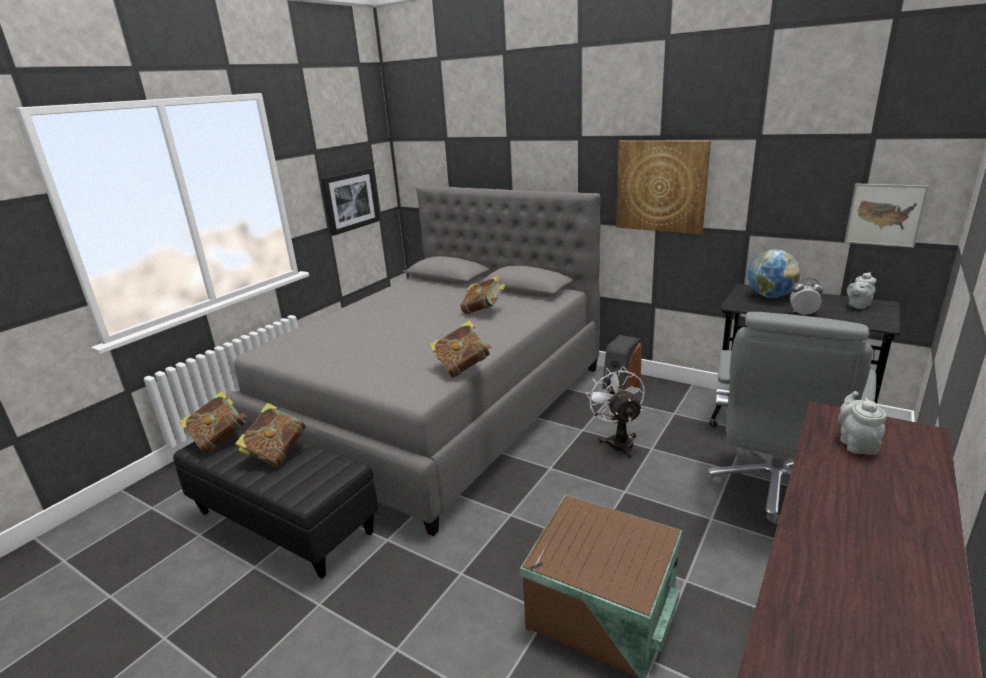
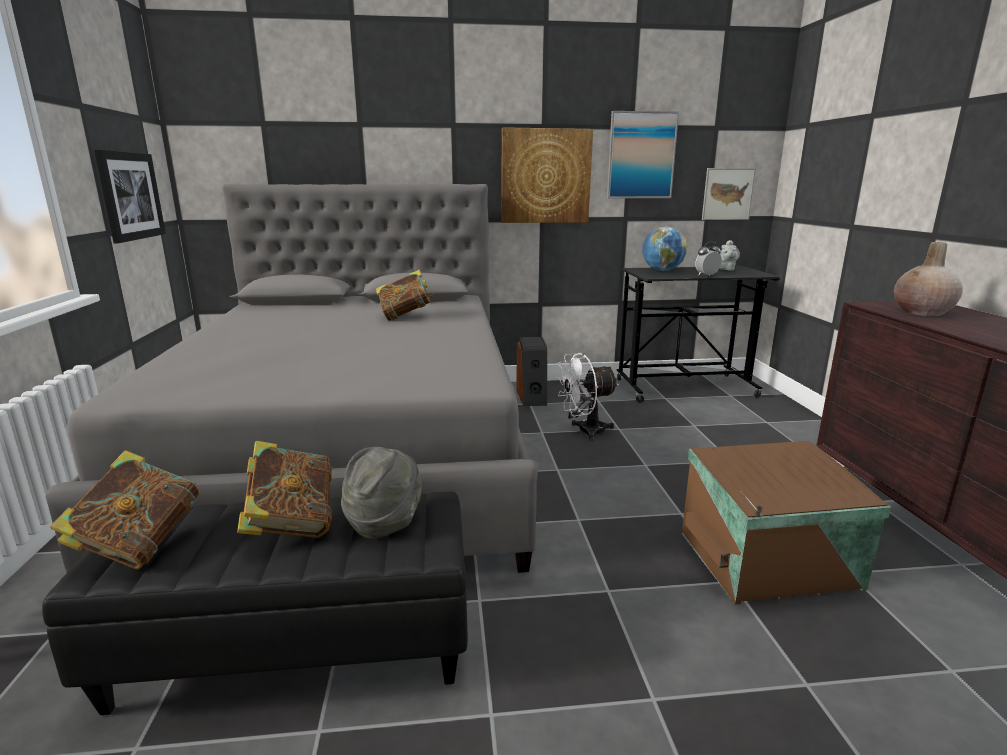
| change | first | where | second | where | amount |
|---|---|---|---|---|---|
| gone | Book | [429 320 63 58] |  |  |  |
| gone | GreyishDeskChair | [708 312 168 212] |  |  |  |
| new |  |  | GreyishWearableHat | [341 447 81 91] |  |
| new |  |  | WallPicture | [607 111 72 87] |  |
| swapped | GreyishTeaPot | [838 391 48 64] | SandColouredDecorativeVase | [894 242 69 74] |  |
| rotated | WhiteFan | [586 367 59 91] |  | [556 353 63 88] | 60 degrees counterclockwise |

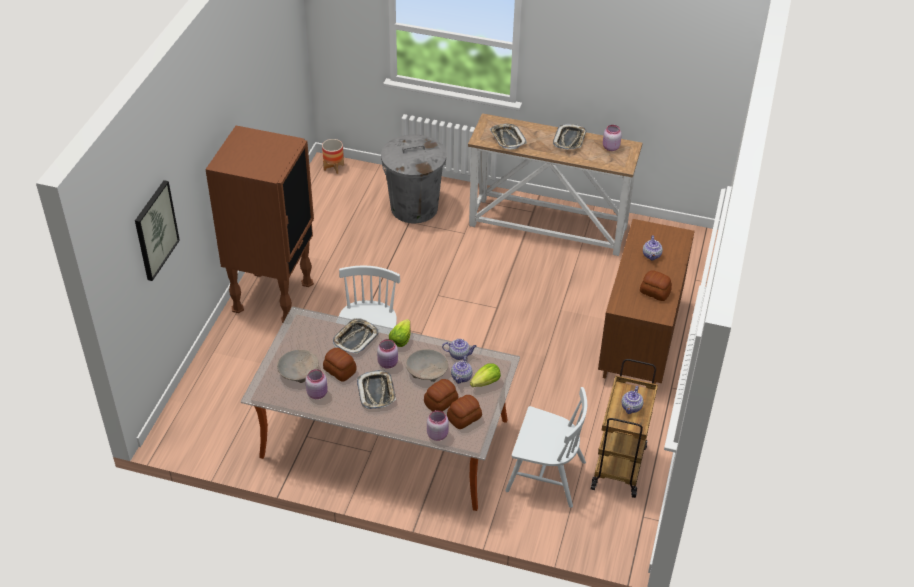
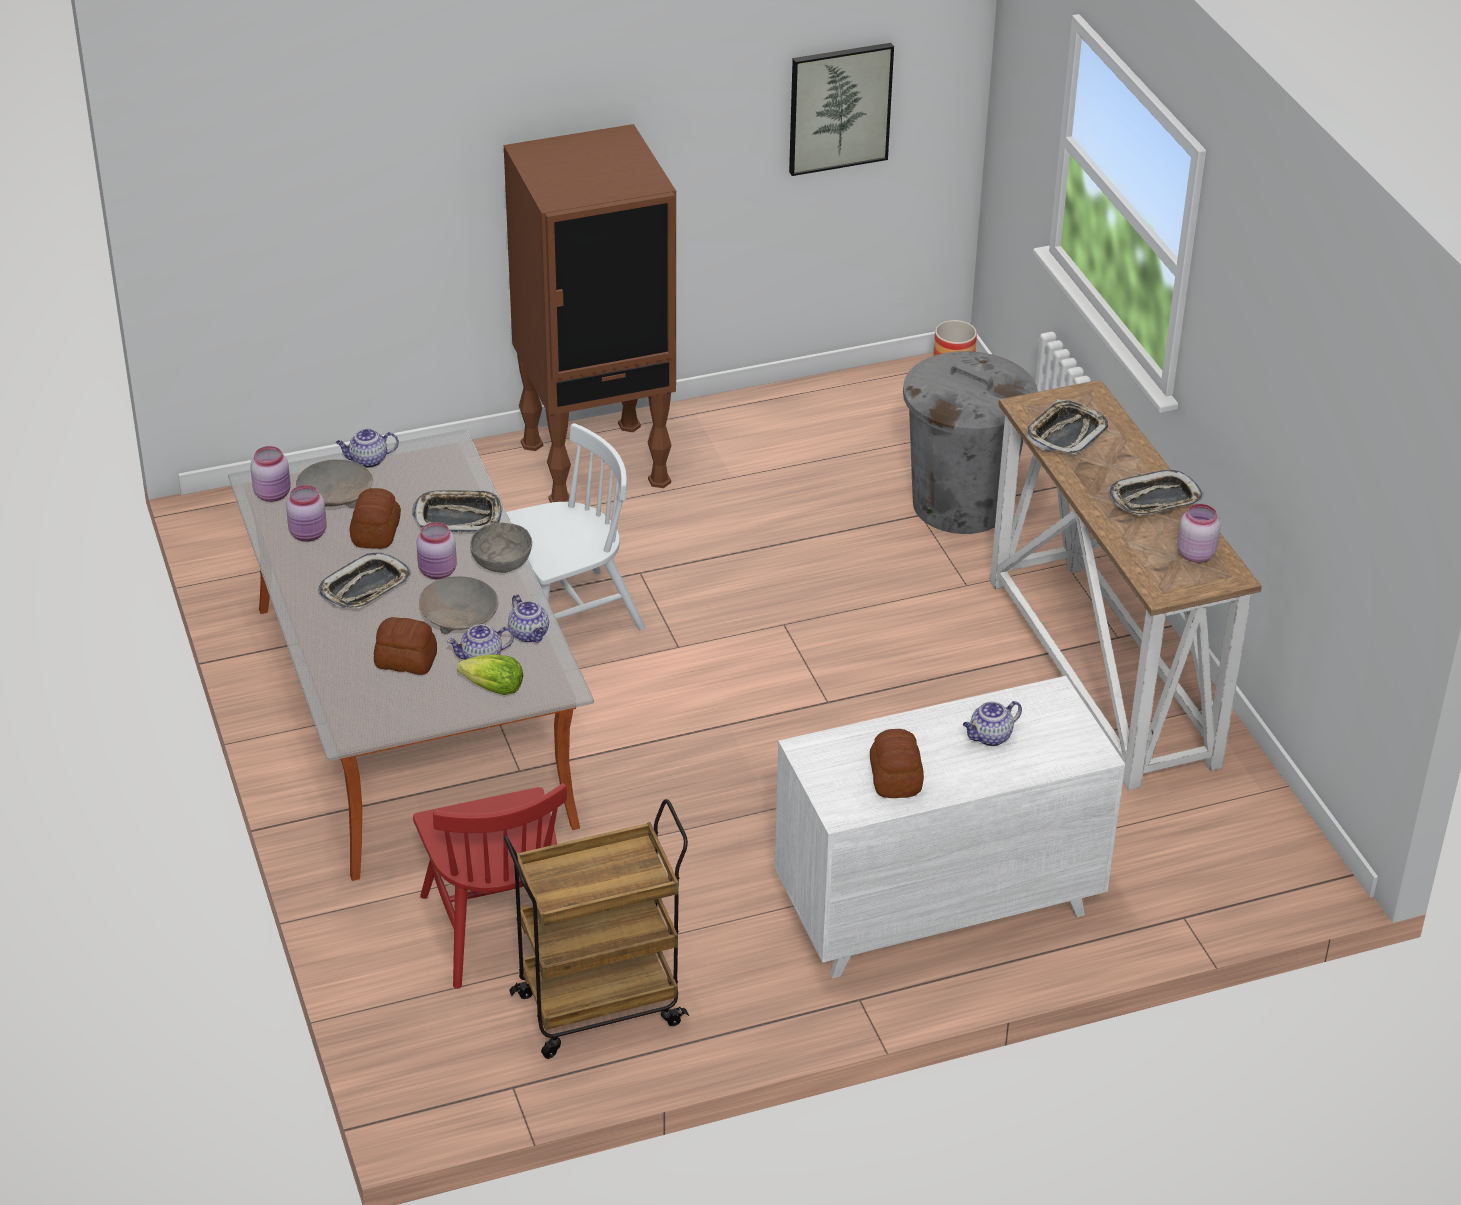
| change | first | where | second | where | amount |
|---|---|---|---|---|---|
| gone | BakedBread | [447 395 35 34] |  |  |  |
| shifted | WallPicture | [135 180 45 101] |  | [789 43 105 133] |  |
| shifted | PinkPreserveJar | [427 410 22 31] |  | [250 446 41 56] |  |
| shifted | TeaPot | [621 386 22 28] |  | [336 429 63 39] |  |
| swapped | LettuceHead | [389 319 22 28] | GreyishBowl | [470 522 62 51] |  |
| repainted | WhitePlainChair | [505 387 82 121] | ReddishPlainChair | [413 783 154 206] |  |
| repainted | BrownChestOfDrawers | [598 219 97 165] | WhiteChestOfDrawers | [774 676 351 303] |  |

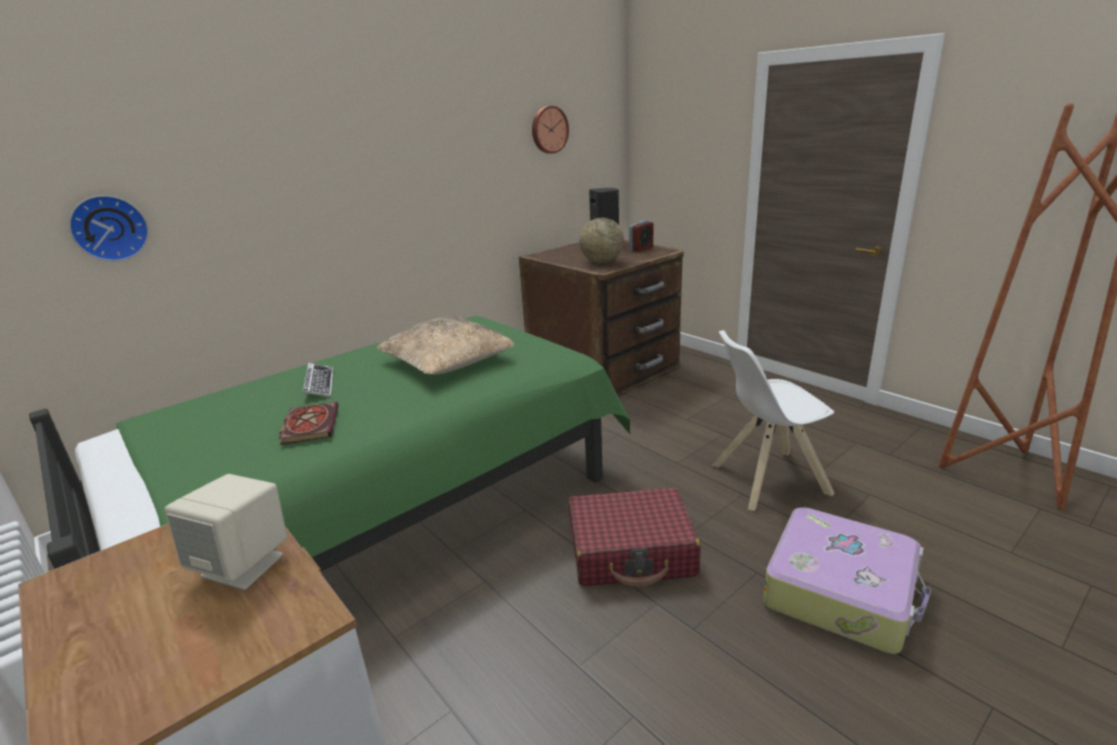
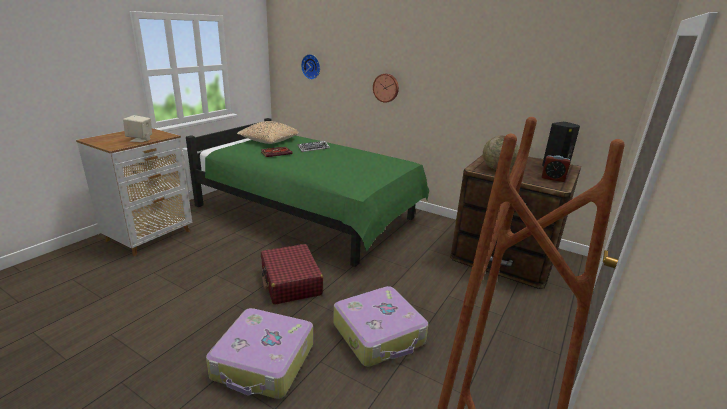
| change | first | where | second | where | amount |
|---|---|---|---|---|---|
| shifted | SandColouredPillow | [377 316 137 58] |  | [237 121 62 23] |  |
| shifted | ClockOnTheWall | [532 106 37 48] |  | [373 74 26 29] |  |
| swapped | WhitePlainChair | [712 330 122 181] | TravelCase | [333 286 96 81] |  |

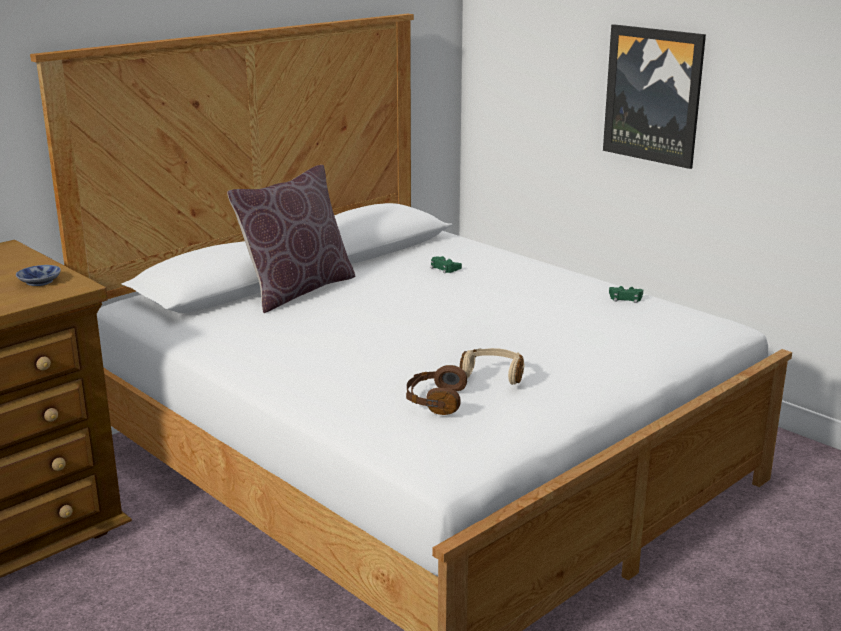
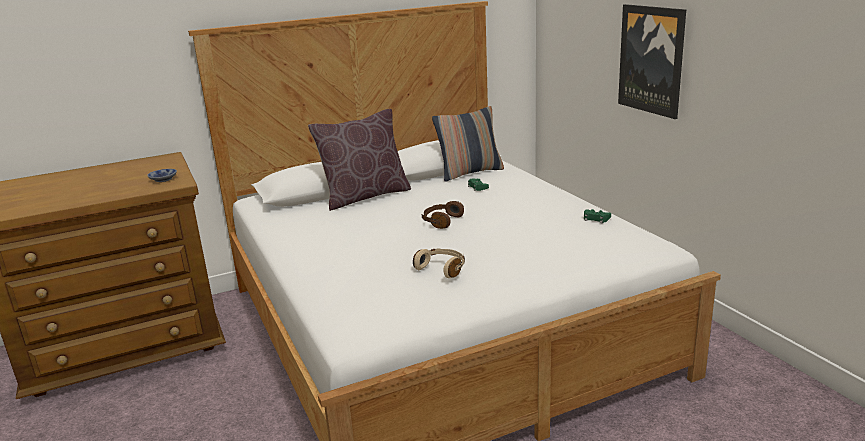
| change | first | where | second | where | amount |
|---|---|---|---|---|---|
| new |  |  | Pillow | [432 106 72 76] |  |
| shifted | BrownPairOfHeadphones | [406 365 61 50] |  | [422 201 42 28] |  |

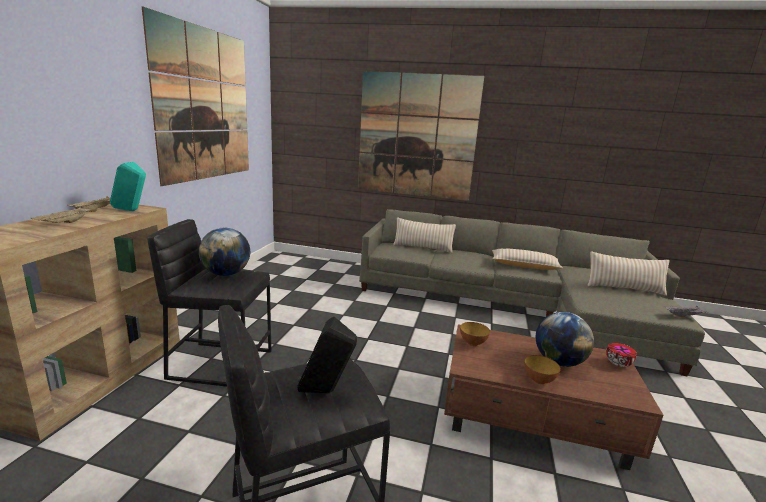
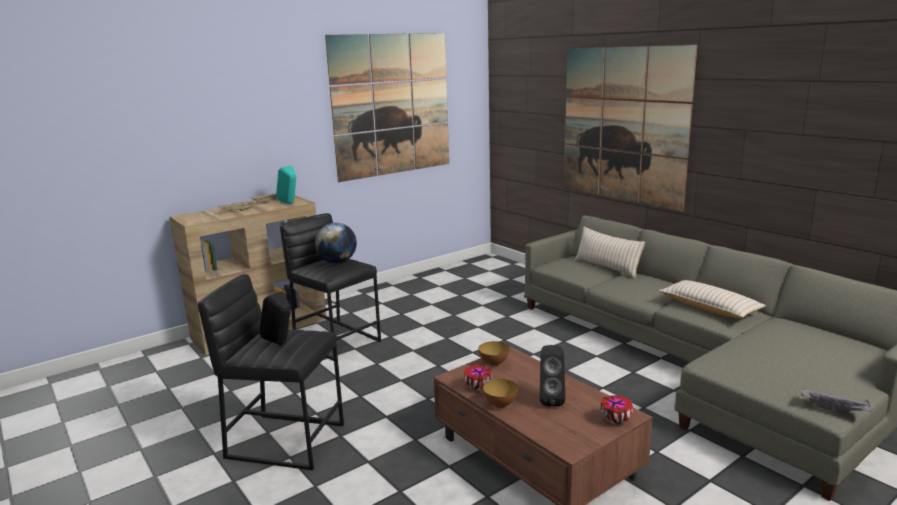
| change | first | where | second | where | amount |
|---|---|---|---|---|---|
| gone | SandColouredPillow | [587 251 82 45] |  |  |  |
| new |  |  | Bowl | [464 365 28 25] |  |
| swapped | Globe | [536 312 58 55] | BlackSpeaker | [540 345 25 61] |  |

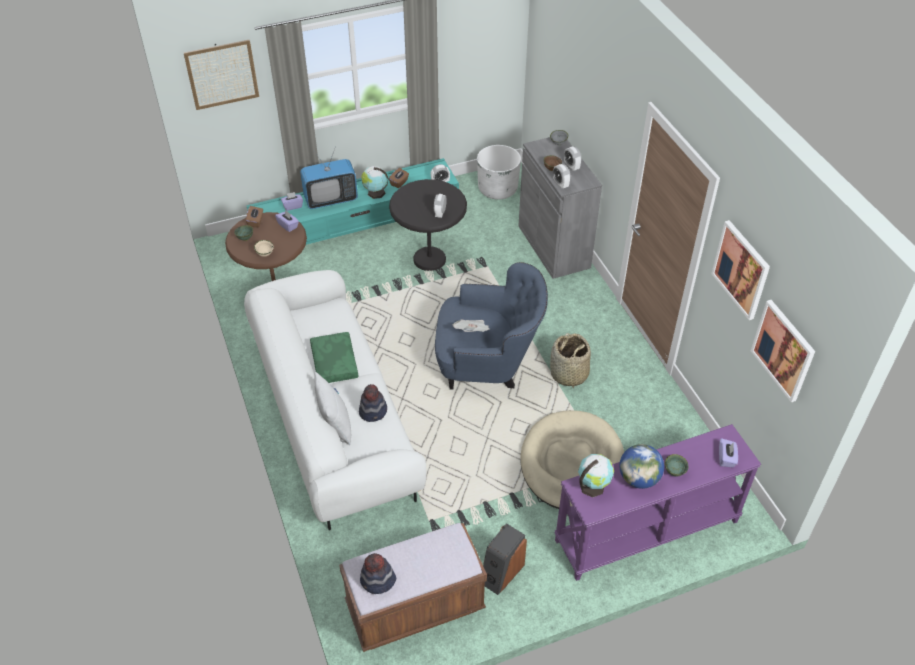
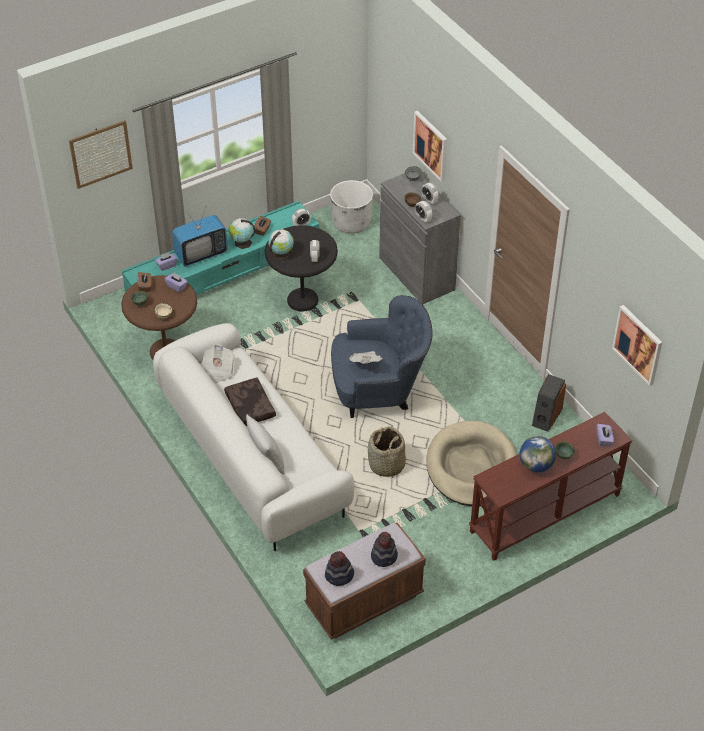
| change | first | where | second | where | amount |
|---|---|---|---|---|---|
| new |  |  | DailyPaper | [202 344 33 39] |  |
| shifted | WearableHat | [359 384 28 38] |  | [371 532 27 35] |  |
| shifted | Speaker | [483 523 44 72] |  | [532 374 34 58] |  |
| shifted | HouseholdBasket | [550 333 41 55] |  | [368 426 38 52] |  |
| shifted | Globe | [578 454 37 44] |  | [268 229 26 33] |  |
| shifted | WallPicture | [711 220 59 100] |  | [413 111 34 71] |  |
| repainted | GreenPillow | [310 332 48 51] | BrownPillow | [224 378 52 48] |  |
| repainted | PurpleNarrowTable | [554 424 207 157] | BrownNarrowTable | [469 412 163 149] |  |

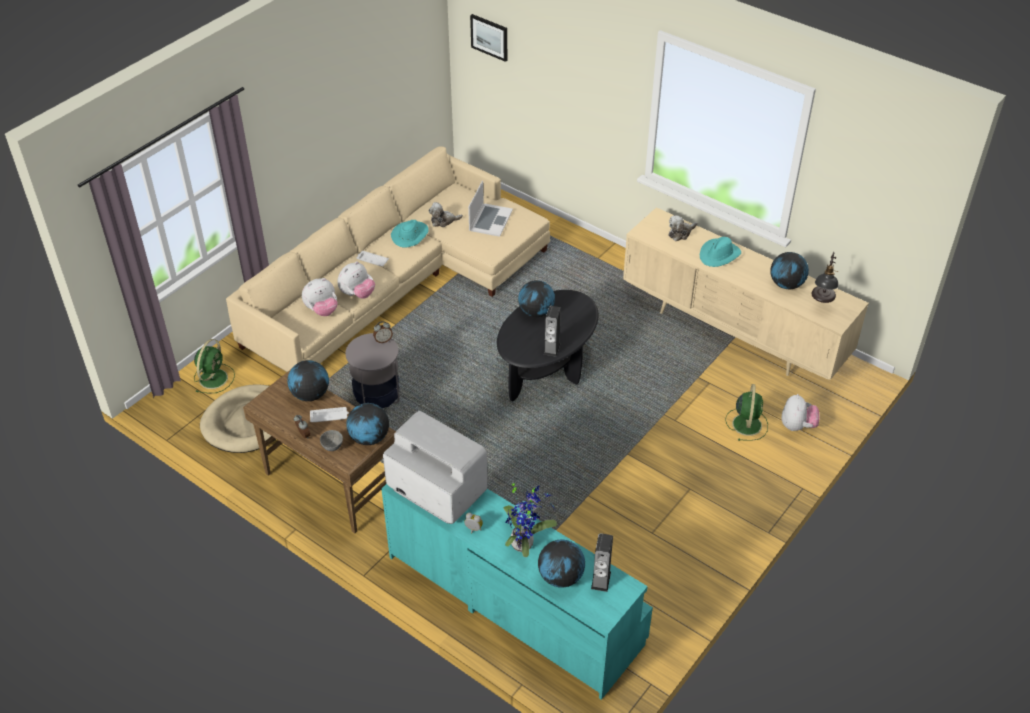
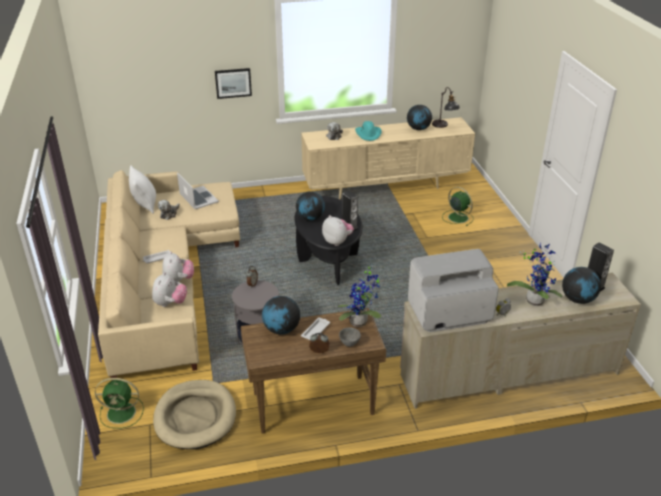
| change | first | where | second | where | amount |
|---|---|---|---|---|---|
| gone | TurquoiseWearableHat | [391 220 38 27] |  |  |  |
| new |  |  | WhitePillow | [129 165 27 49] |  |
| shifted | WallPicture | [470 14 37 48] |  | [215 68 37 31] |  |
| shifted | SoftToy | [781 394 39 37] |  | [322 215 32 31] |  |
| swapped | Globe | [346 403 43 42] | PottedPlant | [338 264 43 63] |  |
| repainted | TurquoiseMediaConsole | [381 484 272 216] | SandColouredMediaConsole | [400 272 241 137] |  |
| rotated | GreenFan | [194 339 41 55] |  | [95 378 49 50] | 120 degrees clockwise |

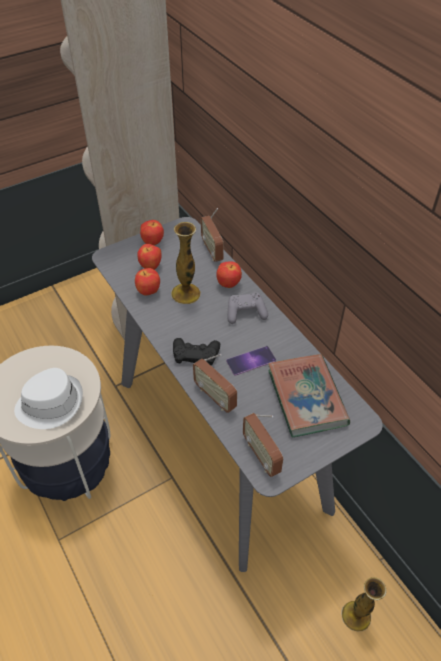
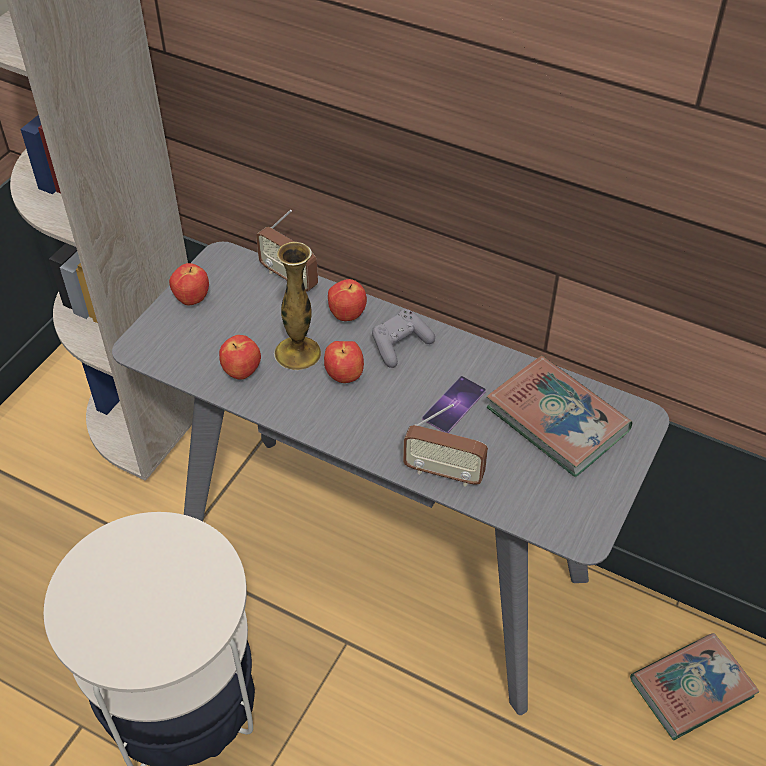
| change | first | where | second | where | amount |
|---|---|---|---|---|---|
| gone | WhiteWearableHat | [14 368 69 61] |  |  |  |
| gone | BlackJoypad | [173 338 47 27] |  |  |  |
| gone | RadioSet | [243 413 40 64] |  |  |  |
| shifted | AppleFruit | [137 244 25 26] |  | [324 341 40 42] |  |
| swapped | DecorativeVase | [341 577 45 54] | Book | [630 633 129 107] |  |

